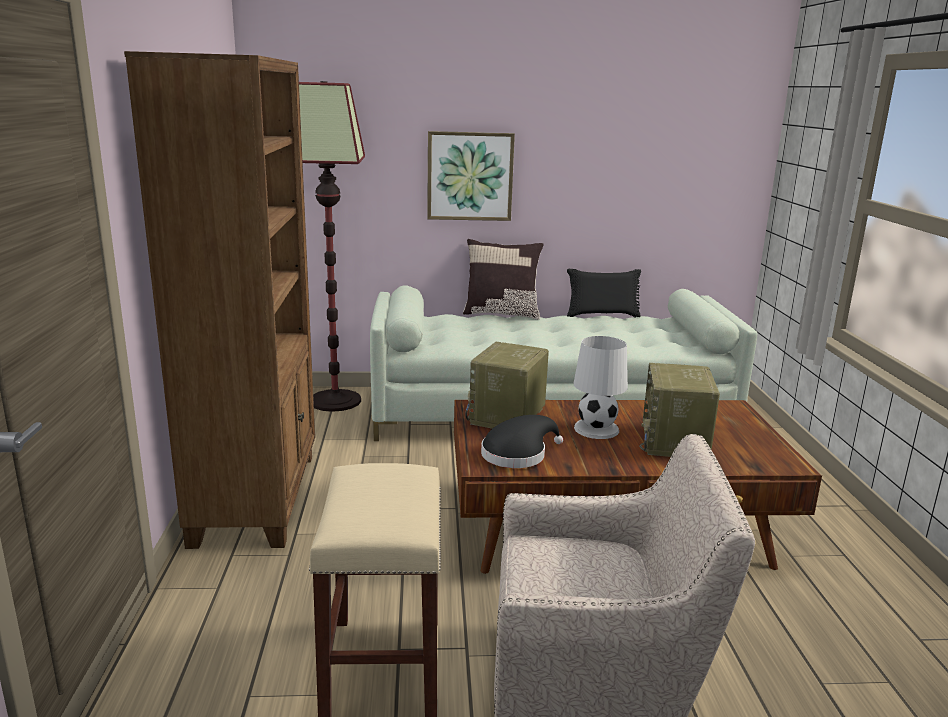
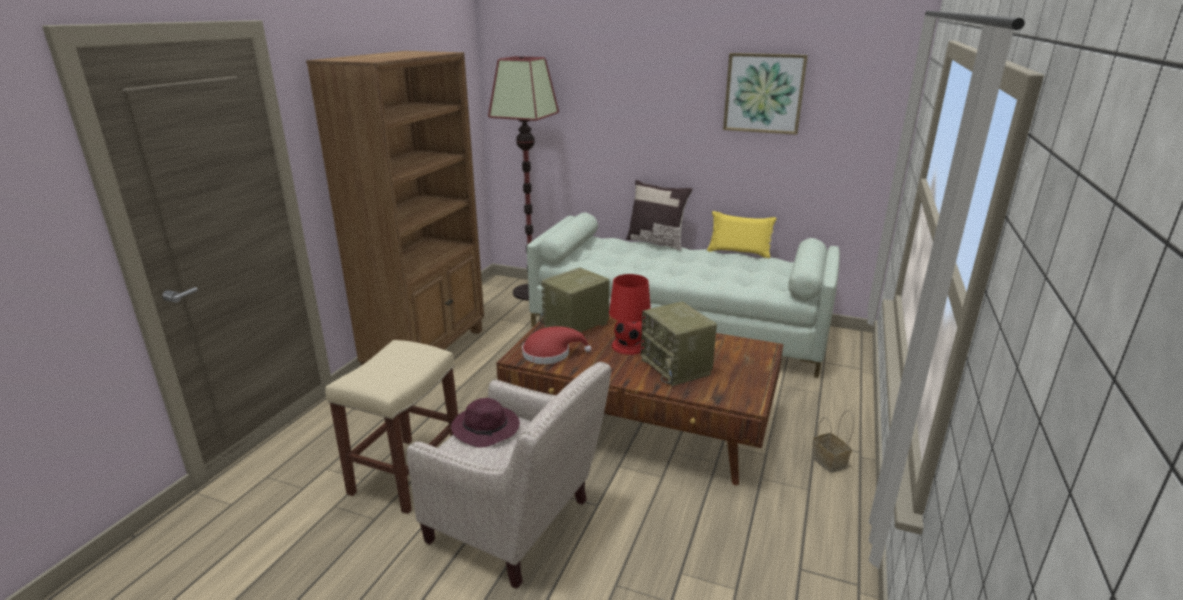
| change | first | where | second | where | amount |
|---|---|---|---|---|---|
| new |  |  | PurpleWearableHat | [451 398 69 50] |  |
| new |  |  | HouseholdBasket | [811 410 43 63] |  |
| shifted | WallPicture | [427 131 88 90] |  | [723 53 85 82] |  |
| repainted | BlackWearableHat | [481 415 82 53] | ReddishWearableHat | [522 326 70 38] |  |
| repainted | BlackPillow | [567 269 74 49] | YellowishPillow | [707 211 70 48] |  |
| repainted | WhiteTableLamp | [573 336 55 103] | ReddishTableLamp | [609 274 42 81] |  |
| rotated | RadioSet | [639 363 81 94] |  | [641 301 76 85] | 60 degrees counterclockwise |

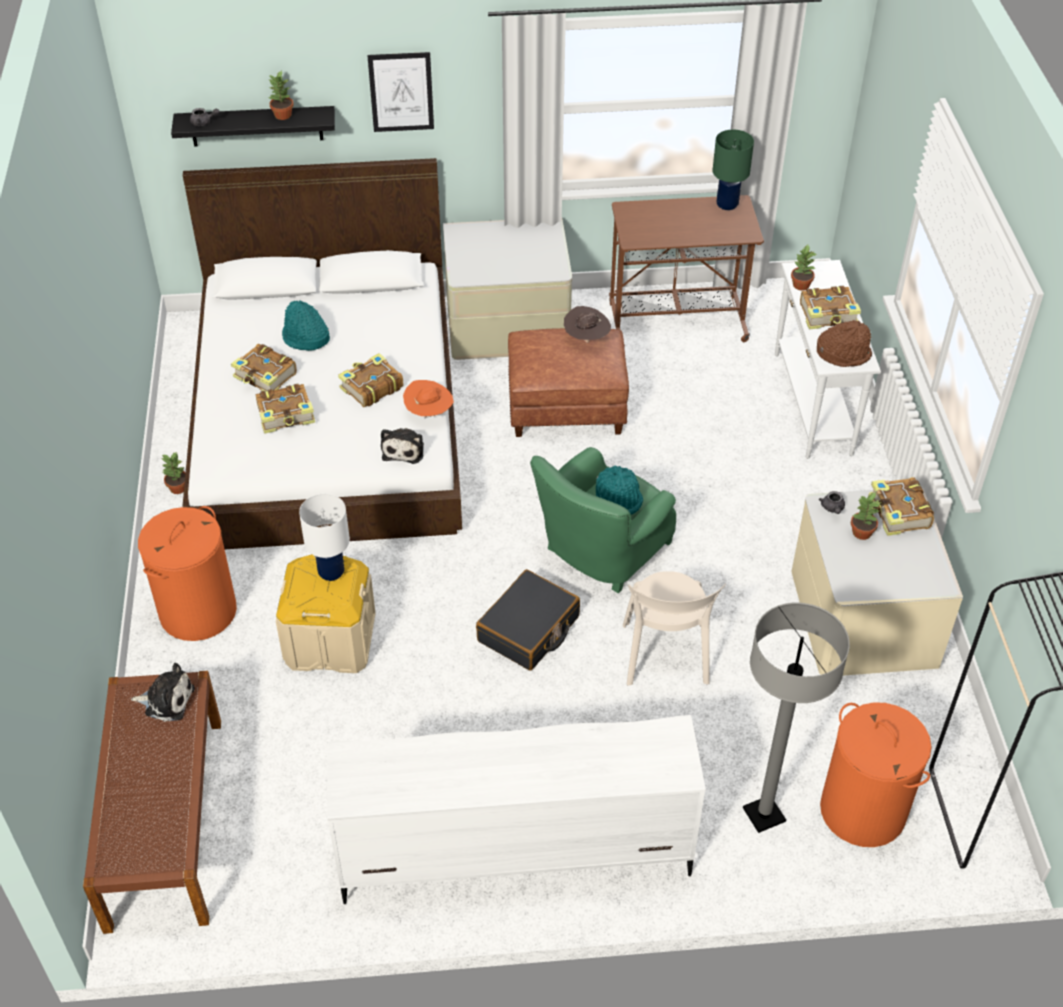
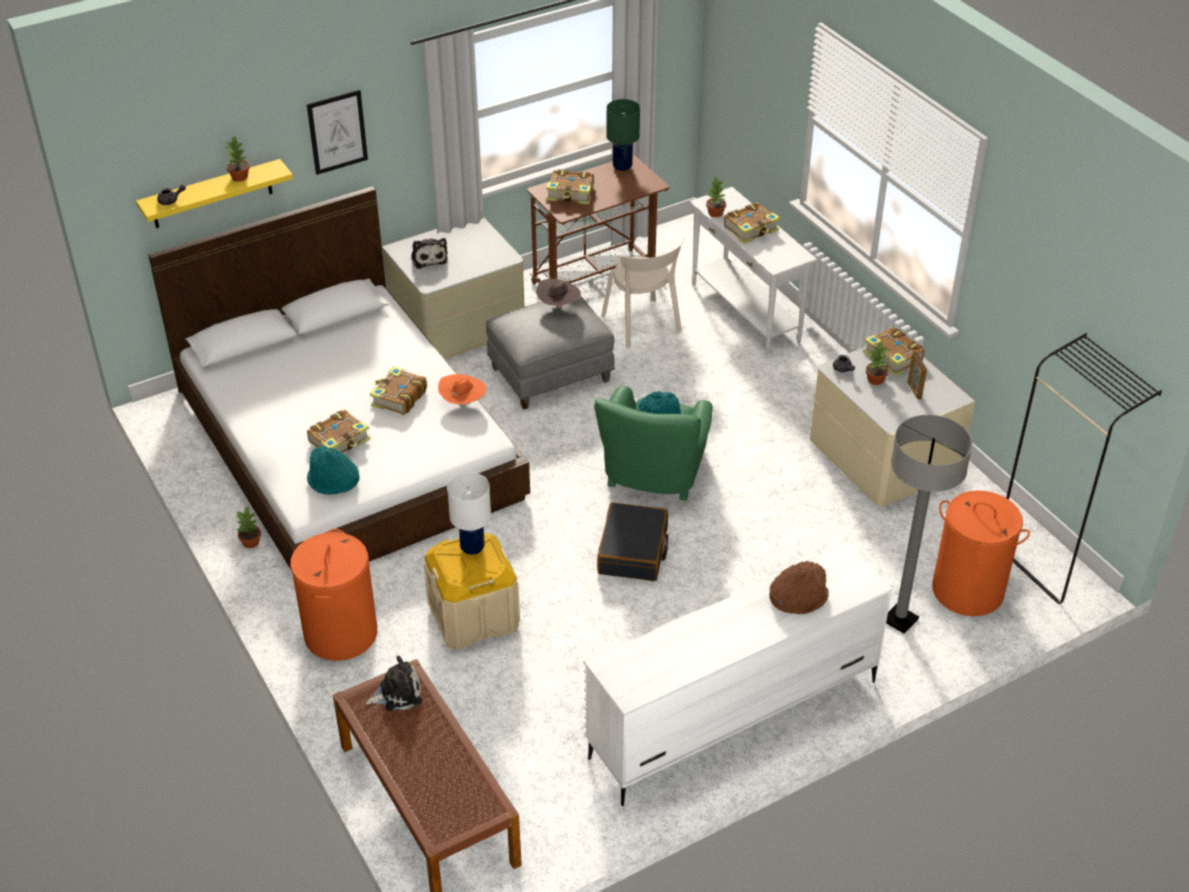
| change | first | where | second | where | amount |
|---|---|---|---|---|---|
| new |  |  | PictureFrame | [908 352 19 48] |  |
| shifted | Book | [231 344 66 47] |  | [546 169 48 35] |  |
| shifted | TurquoiseWearableHat | [282 300 48 51] |  | [307 446 53 49] |  |
| shifted | SoftToy | [381 428 43 36] |  | [411 238 37 31] |  |
| shifted | SandColouredPlainChair | [623 571 103 115] |  | [601 238 84 110] |  |
| shifted | BrownWearableHat | [817 320 55 47] |  | [769 561 60 53] |  |
| repainted | BlackBracketShelf | [171 106 164 41] | YellowishBracketShelf | [136 159 157 69] |  |
| repainted | BrownPouffe | [508 328 121 109] | GreyishPouffe | [486 295 129 114] |  |

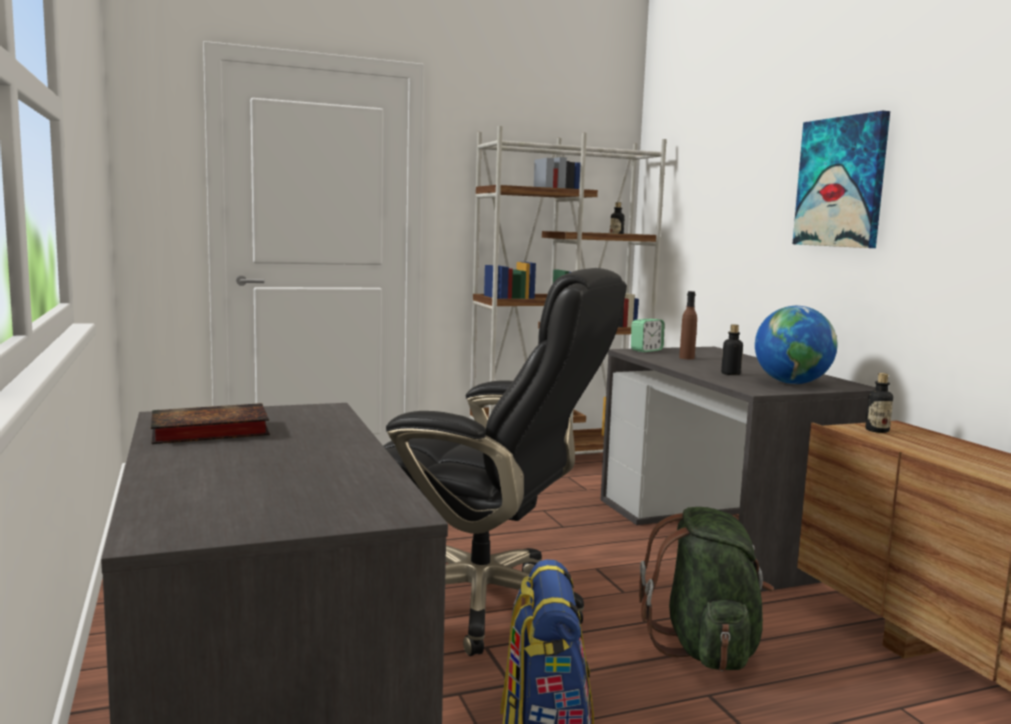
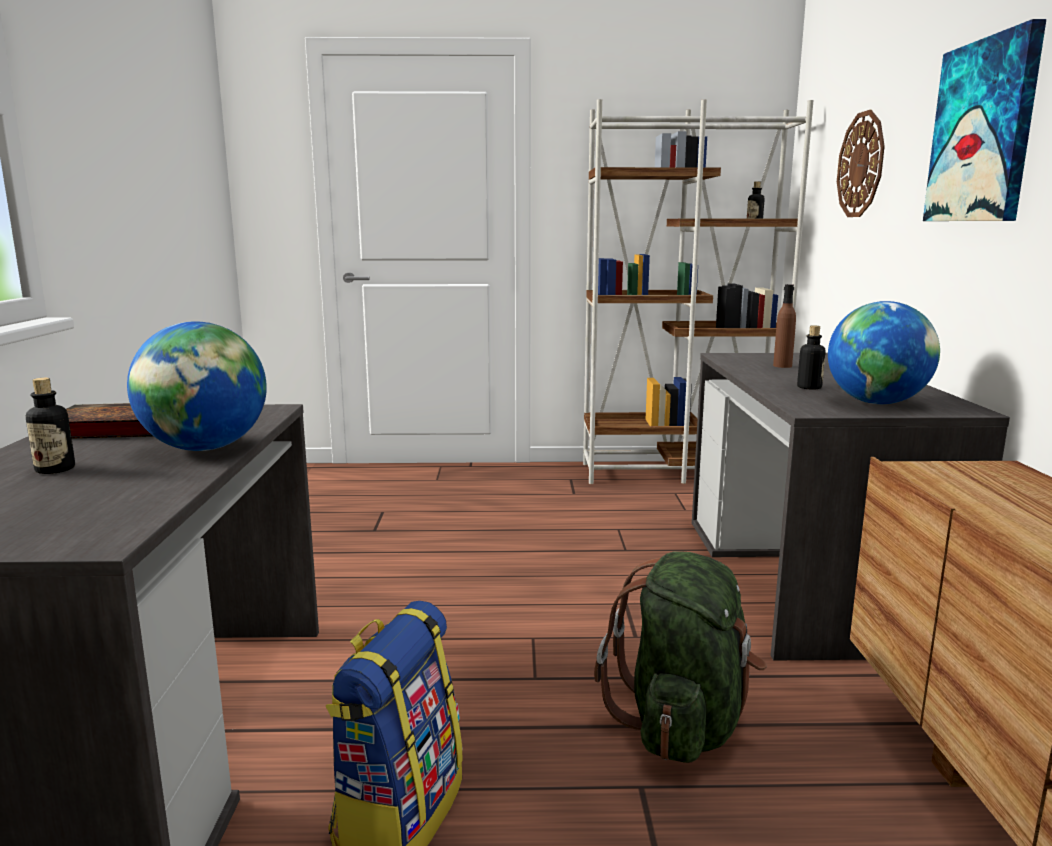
| change | first | where | second | where | amount |
|---|---|---|---|---|---|
| gone | BlackDeskChair | [384 268 243 388] |  |  |  |
| gone | TableClock | [631 319 34 33] |  |  |  |
| new |  |  | Globe | [127 321 140 130] |  |
| new |  |  | ClockOnTheWall | [837 110 48 107] |  |
| shifted | DrinkBottle | [865 373 28 60] |  | [26 378 49 96] |  |

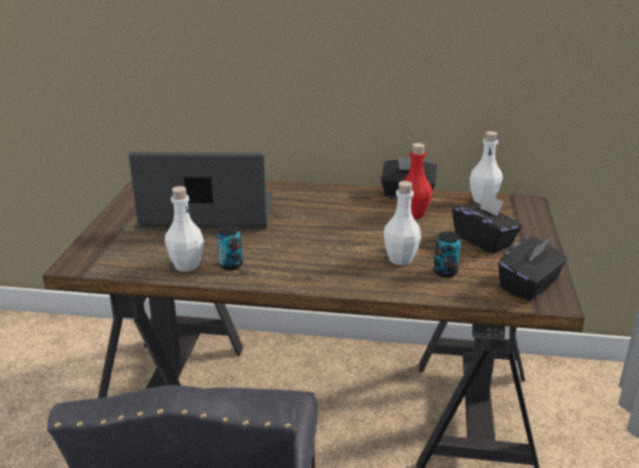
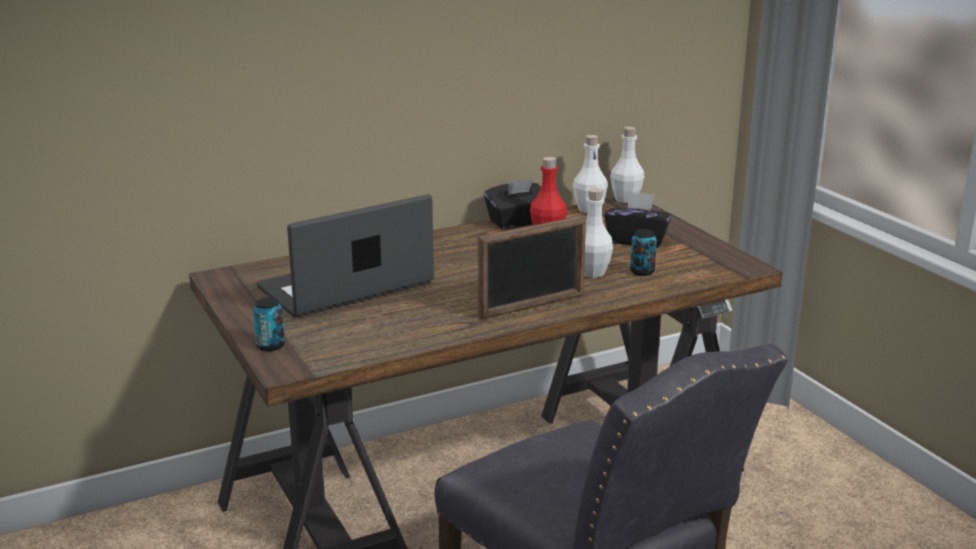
| change | first | where | second | where | amount |
|---|---|---|---|---|---|
| gone | BlackTissueBox | [498 237 70 64] |  |  |  |
| new |  |  | PictureFrame | [478 216 108 104] |  |
| shifted | WhiteDrinkBottle | [165 186 39 85] |  | [610 127 34 76] |  |
| shifted | MetalCan | [217 225 26 45] |  | [253 297 32 54] |  |

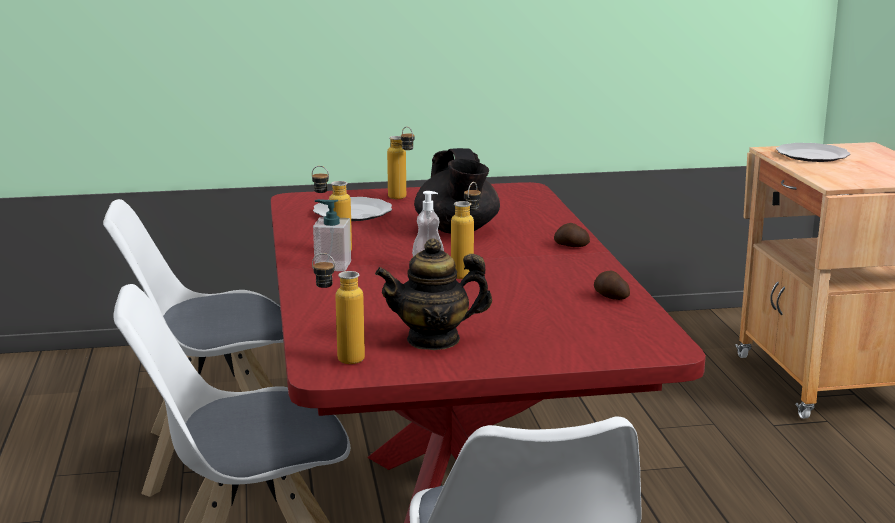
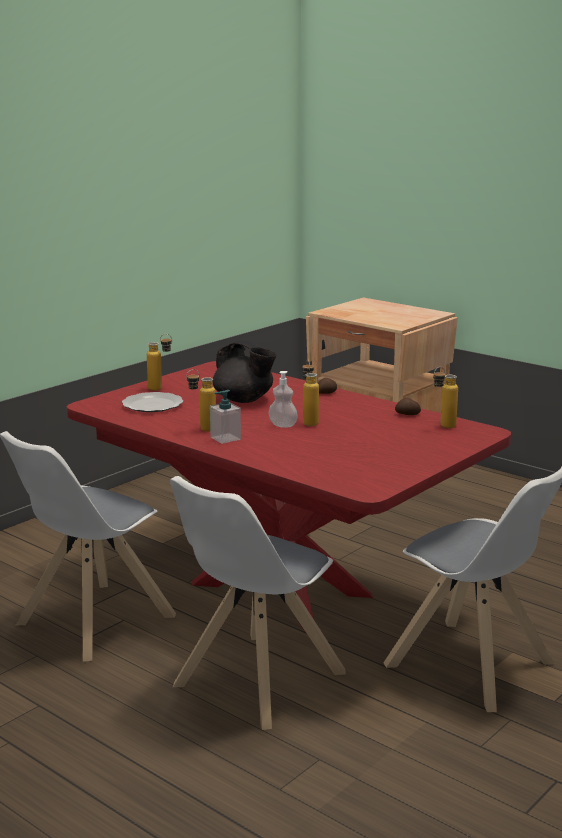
| change | first | where | second | where | amount |
|---|---|---|---|---|---|
| gone | TeaPot | [375 238 117 112] |  |  |  |
| gone | DinnerPlate | [776 143 74 19] |  |  |  |
| shifted | DrinkBottle | [312 253 53 111] |  | [433 367 25 61] |  |

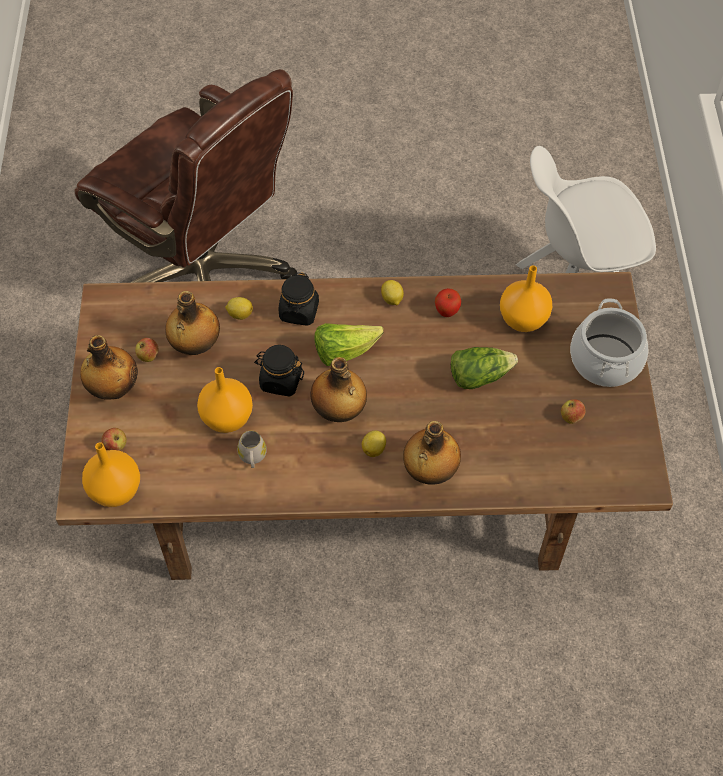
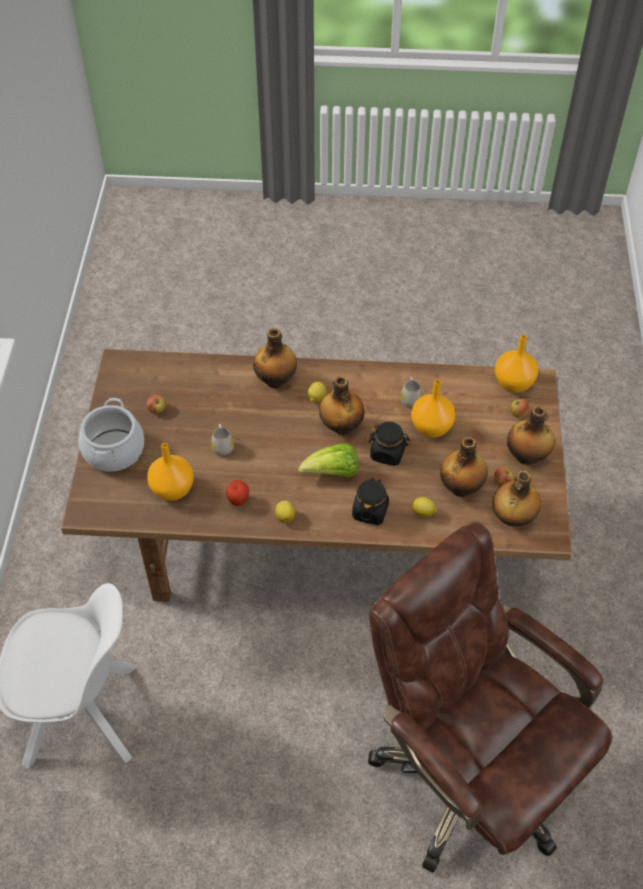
| change | first | where | second | where | amount |
|---|---|---|---|---|---|
| new |  |  | DrinkBottle | [493 470 48 57] |  |
| swapped | LettuceHead | [451 347 67 42] | WhiteCoffeeMug | [211 424 23 32] |  |

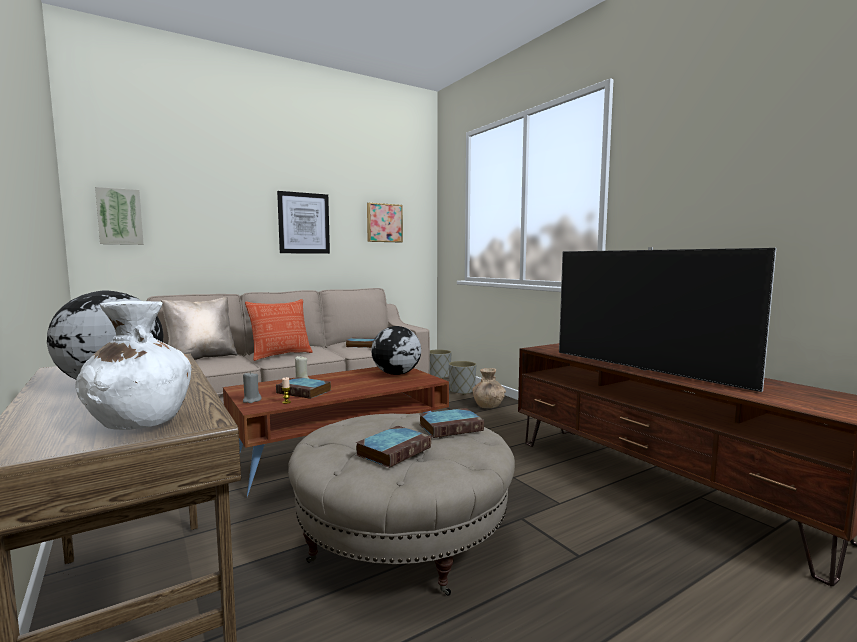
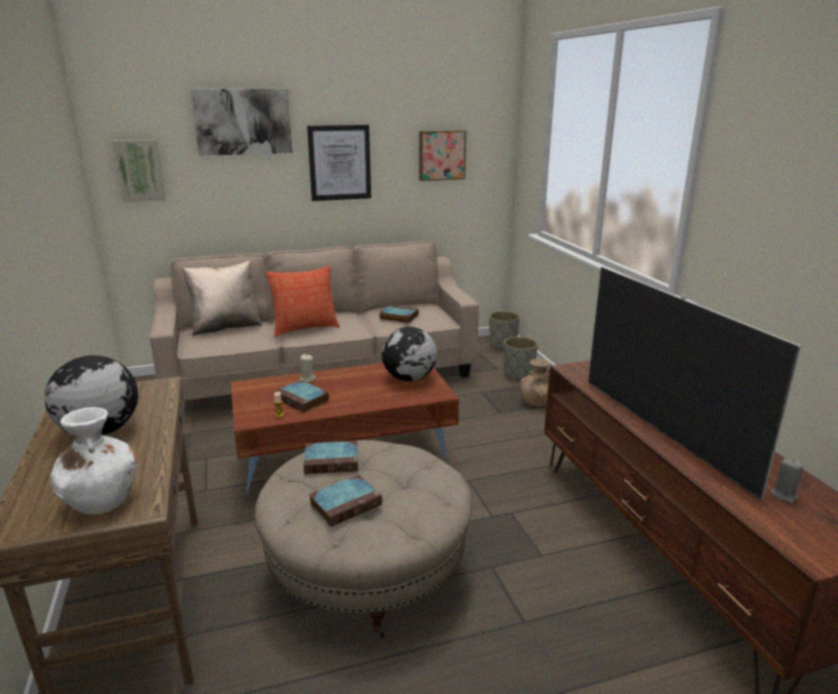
| change | first | where | second | where | amount |
|---|---|---|---|---|---|
| new |  |  | WallPicture | [190 89 103 67] |  |
| shifted | GreyishCandle | [243 371 18 32] |  | [771 459 32 44] |  |
| shifted | Book | [419 408 65 30] |  | [303 441 55 33] |  |

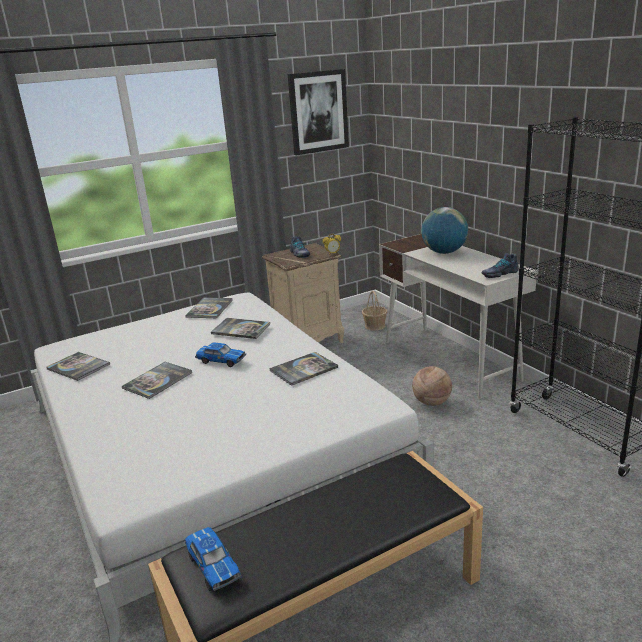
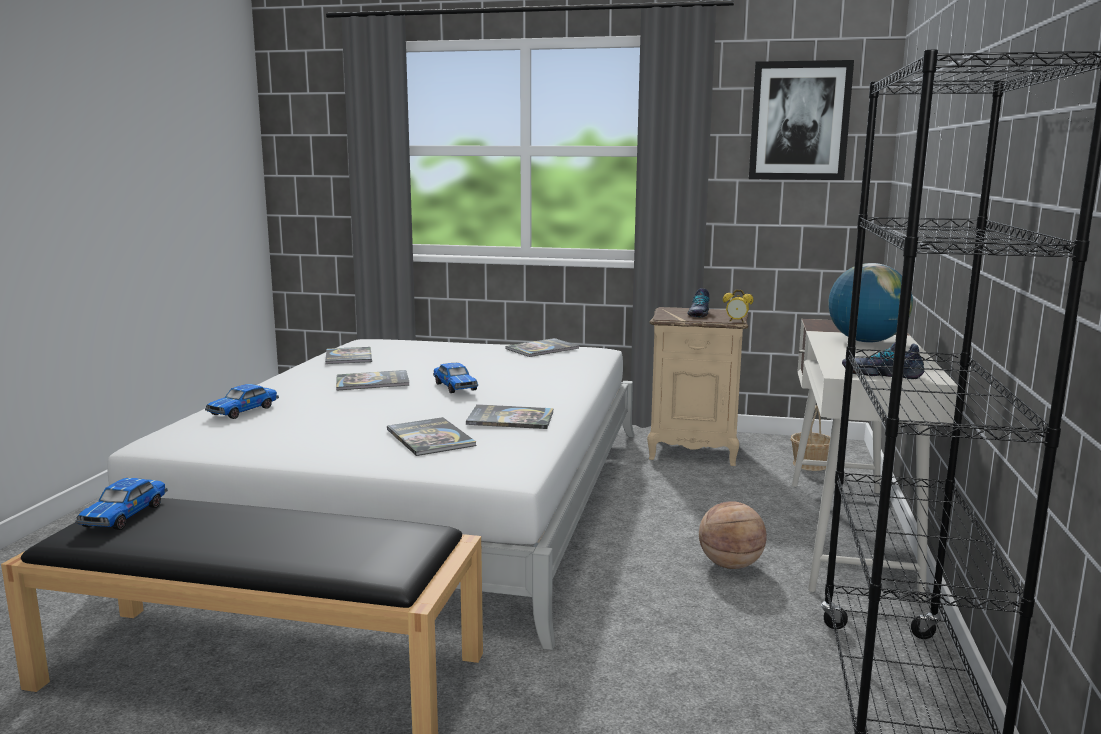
| change | first | where | second | where | amount |
|---|---|---|---|---|---|
| new |  |  | ToyCar | [205 384 74 35] |  |
| shifted | Book | [211 318 59 21] |  | [387 417 89 39] |  |

